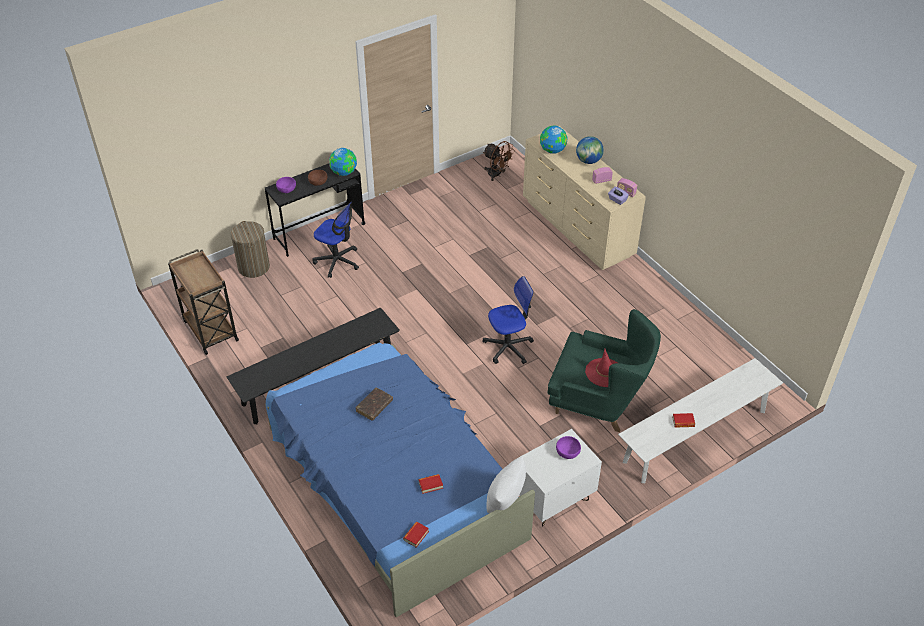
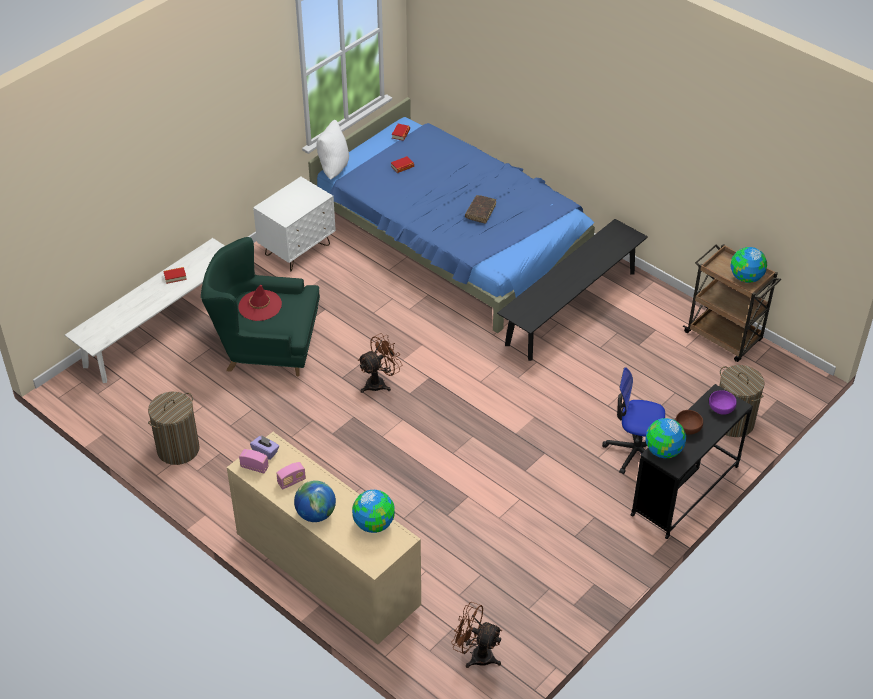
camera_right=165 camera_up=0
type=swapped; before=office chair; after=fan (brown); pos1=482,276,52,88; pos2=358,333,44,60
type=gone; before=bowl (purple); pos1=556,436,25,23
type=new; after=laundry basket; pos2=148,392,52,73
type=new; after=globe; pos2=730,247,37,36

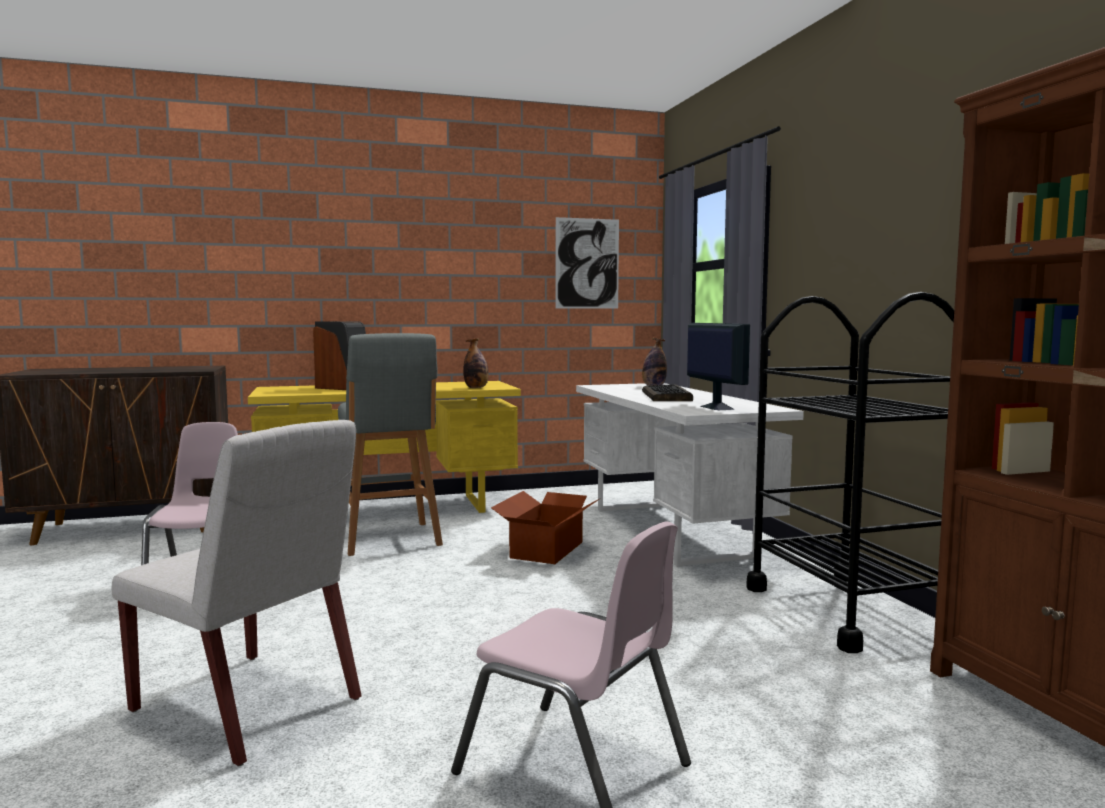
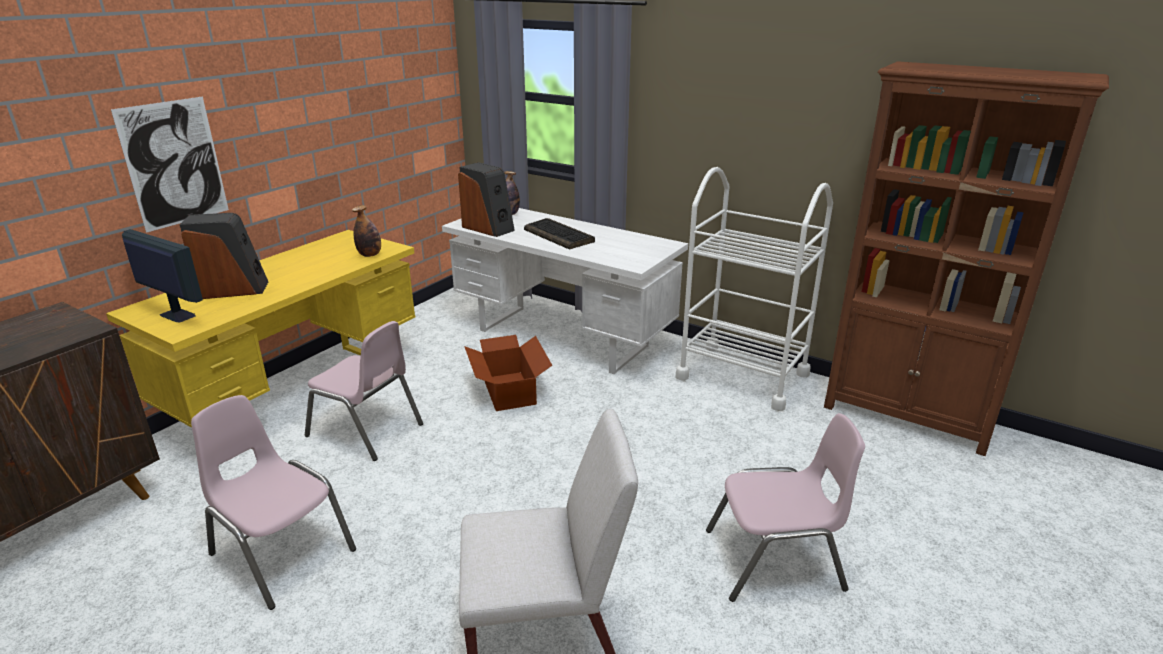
camera_right=-40 camera_up=20
type=swapped; before=stool (grey); after=chair (pink); pos1=338,333,105,223; pos2=305,321,118,140
type=shifted; before=picture; pos1=556,217,63,92; pos2=111,96,118,137
type=shifted; before=monitor; pos1=687,323,63,87; pos2=122,229,81,93
type=repainted; before=cart (black); after=cart (white); pos1=746,292,208,361; pos2=675,167,158,244
type=new; after=speaker; pos2=458,162,57,75

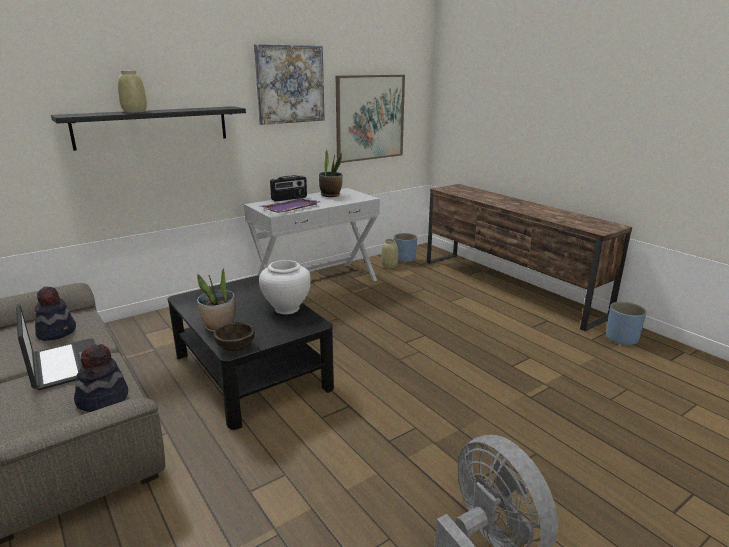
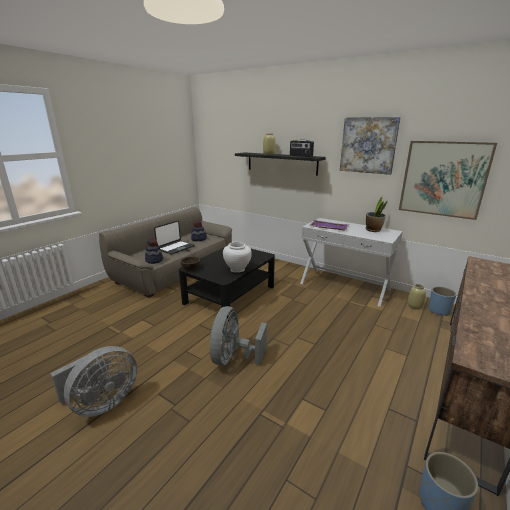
camera_right=70 camera_up=0
type=gone; before=potted plant; pos1=197,267,39,65
type=shifted; before=radio; pos1=270,175,37,27; pos2=290,140,24,17
type=new; after=fan (grey); pos2=210,306,57,60

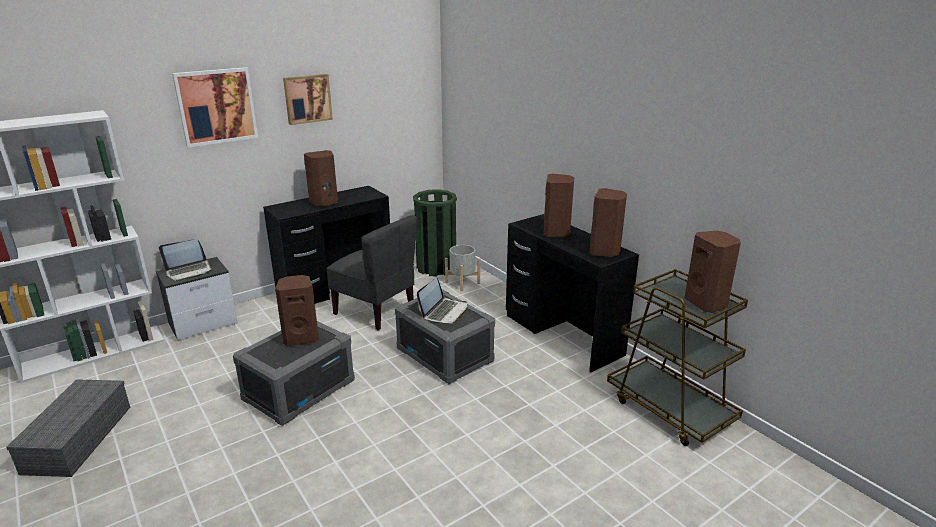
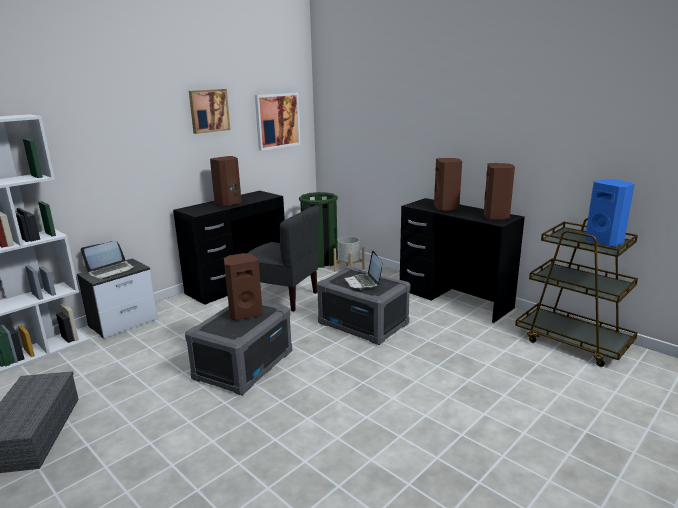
camera_right=-10 camera_up=-5
type=shifted; before=picture; pos1=172,67,86,80; pos2=255,93,46,58
type=rotated; before=laptop; pos1=417,277,50,47; pos2=343,251,39,38; turn=150
type=repainted; before=speaker (brown); after=speaker (blue); pos1=684,231,57,82; pos2=585,179,50,68

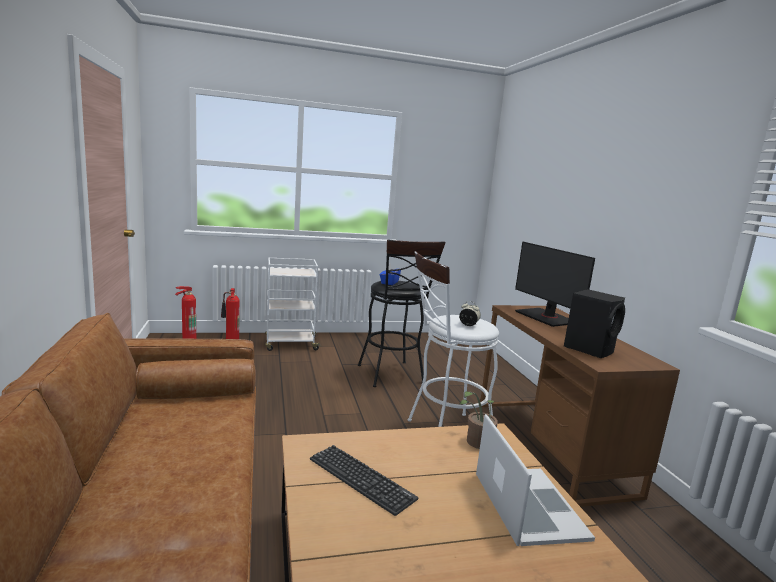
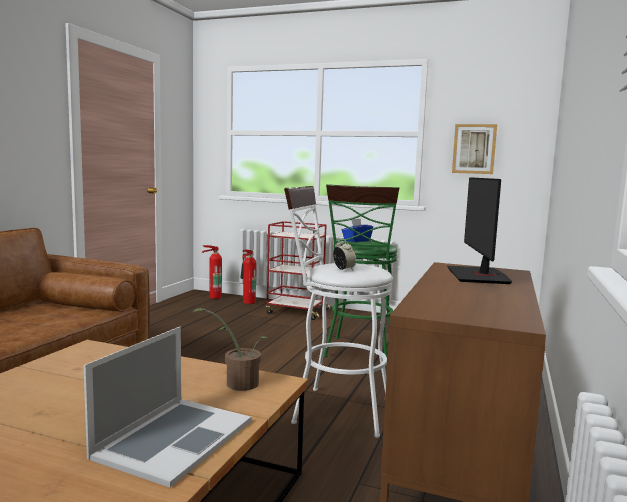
camera_right=35 camera_up=-5
type=repainted; before=cart (white); after=cart (red); pos1=265,258,56,93; pos2=265,221,65,99
type=gone; before=keyboard; pos1=310,445,108,71
type=repainted; before=stool (black); after=stool (green); pos1=358,240,88,147; pos2=324,184,75,181
type=gone; before=speaker (black); pos1=564,289,61,69
type=new; after=picture; pos2=452,124,45,50

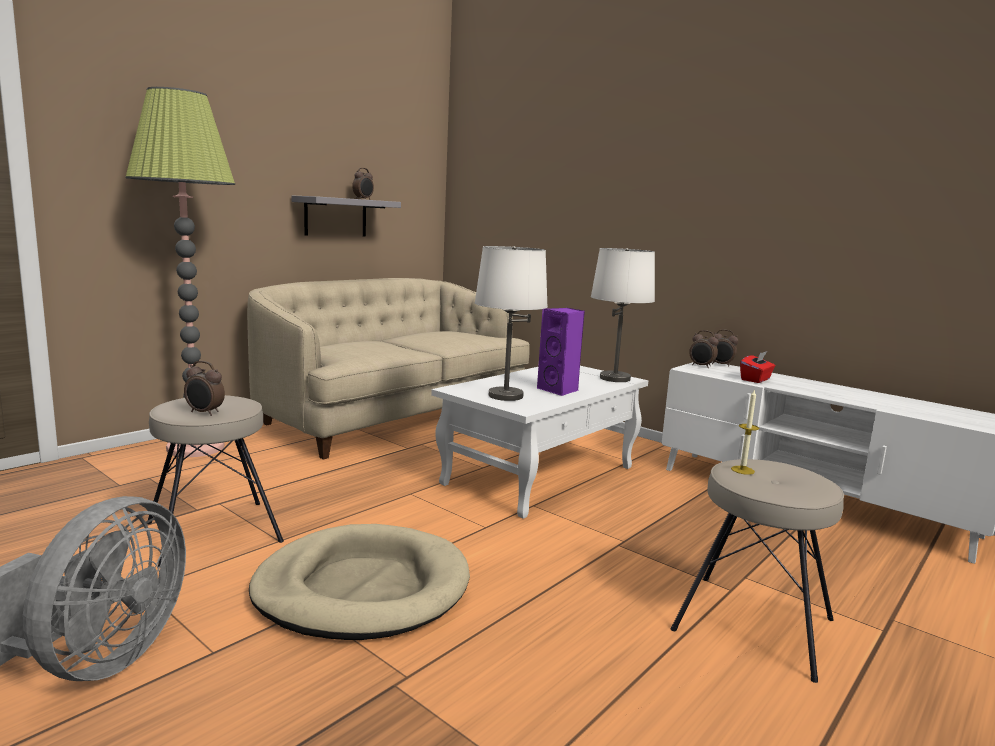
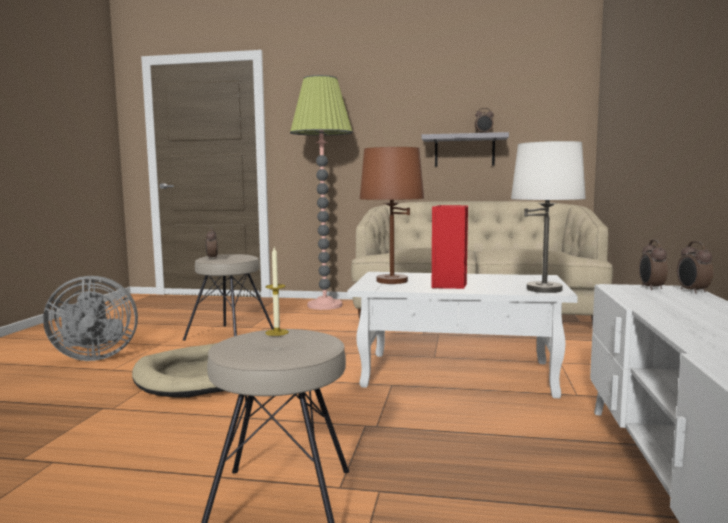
camera_right=60 camera_up=-5
type=repainted; before=table lamp (white); after=table lamp (brown); pos1=475,246,73,155; pos2=360,147,64,137
type=repainted; before=speaker (purple); after=speaker (red); pos1=537,308,48,88; pos2=432,205,36,84
type=gone; before=tissue box (red); pos1=740,352,35,31

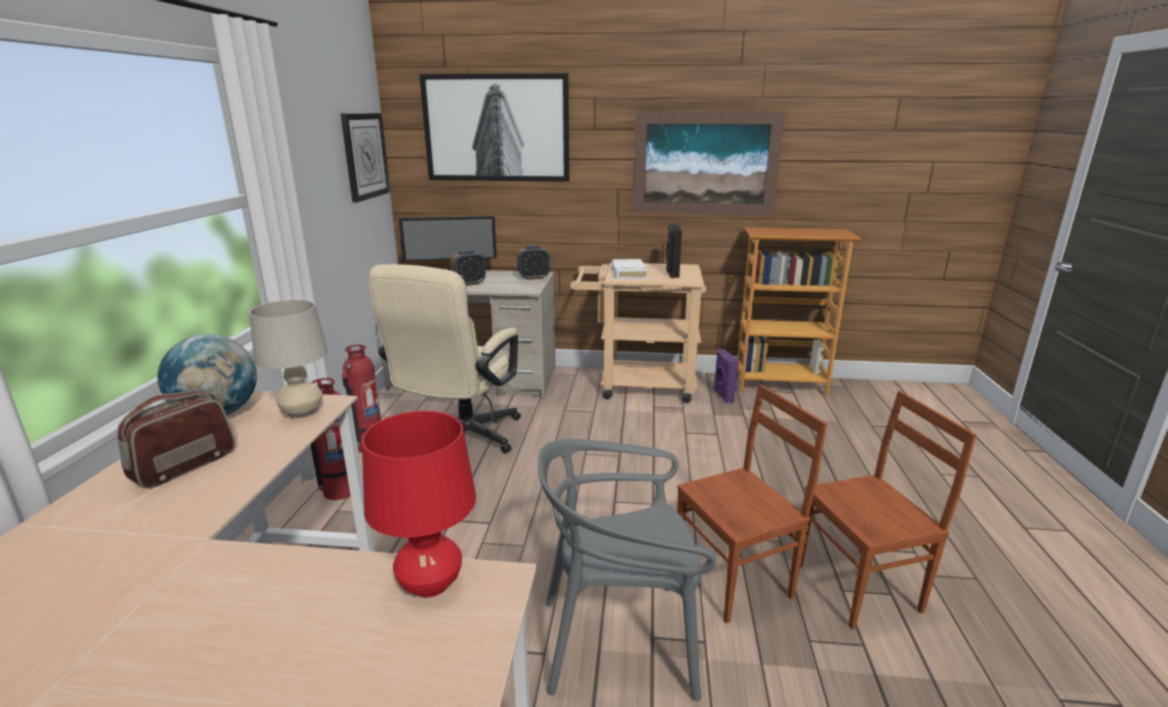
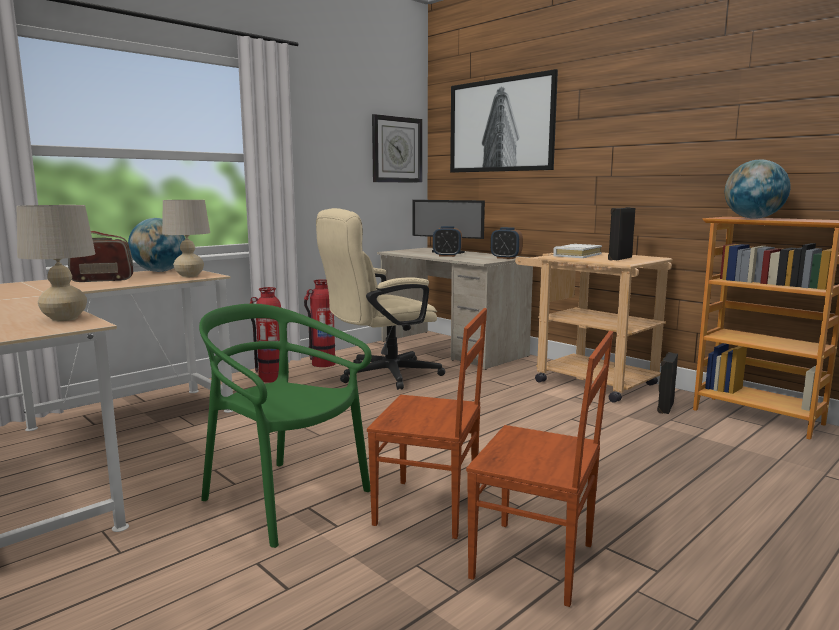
camera_right=40 camera_up=-10
type=repainted; before=table lamp (red); after=table lamp (beige); pos1=362,411,114,187; pos2=17,205,78,116
type=repainted; before=chair (grey); after=chair (green); pos1=538,439,178,262; pos2=199,304,173,244
type=gone; before=picture; pos1=633,112,152,103
type=repainted; before=speaker (purple); after=speaker (black); pos1=714,349,24,54; pos2=657,352,21,62
type=new; after=globe; pos2=725,159,65,60

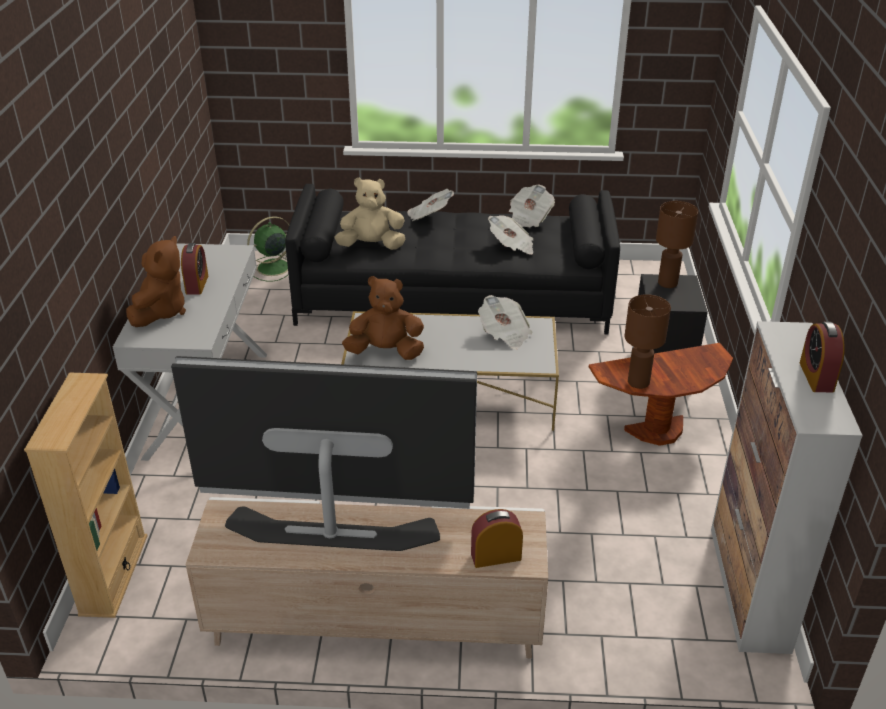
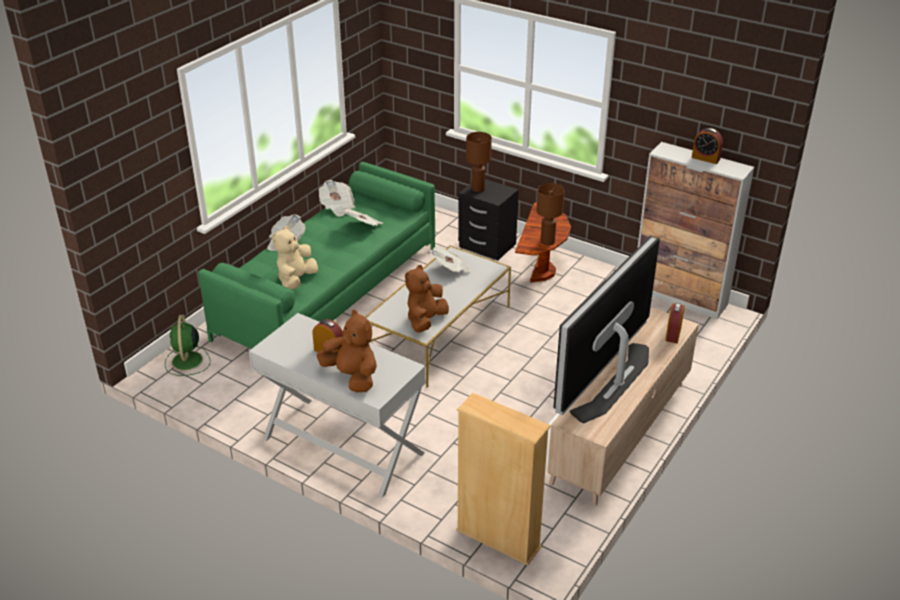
camera_right=-60 camera_up=0
type=repainted; before=sofa (black); after=sofa (green); pos1=285,184,335,151; pos2=198,162,237,187

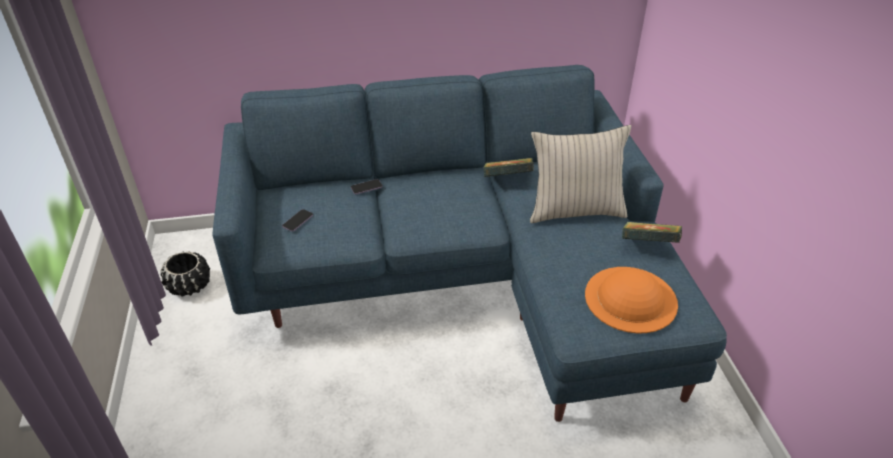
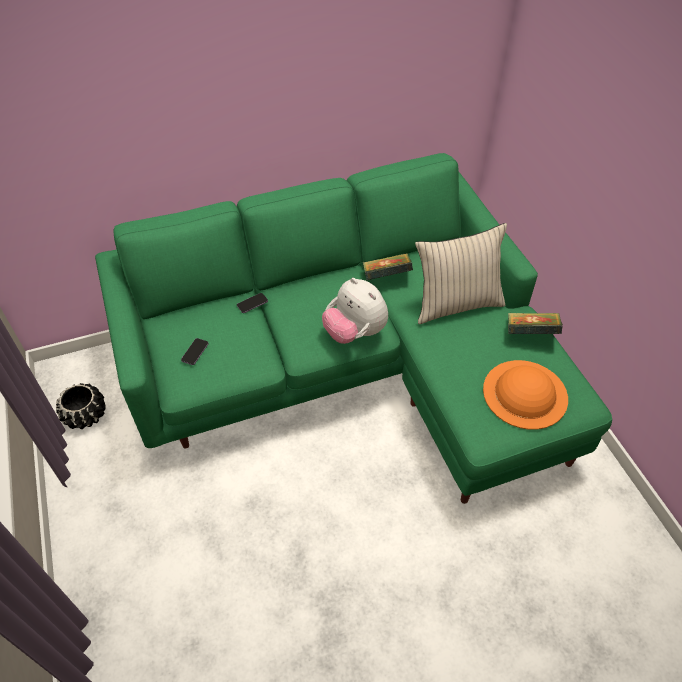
camera_right=-10 camera_up=10
type=repainted; before=sofa (blue); after=sofa (green); pos1=212,65,515,357; pos2=95,153,517,351
type=new; after=plush toy; pos2=322,278,66,66

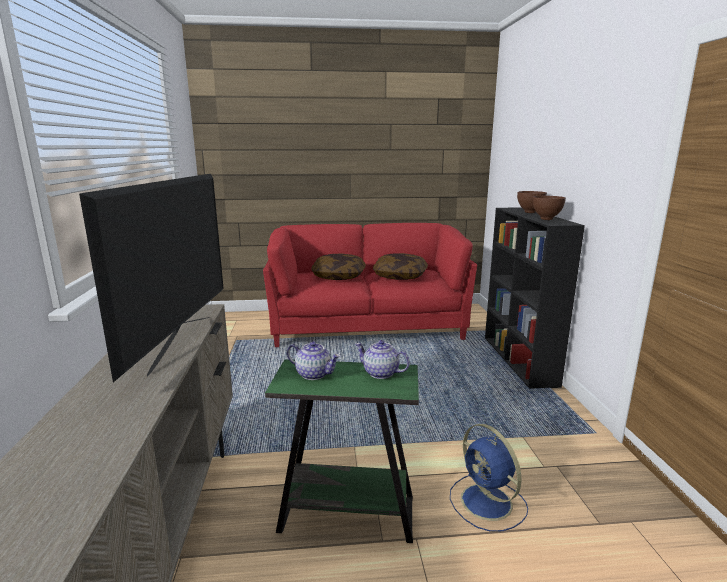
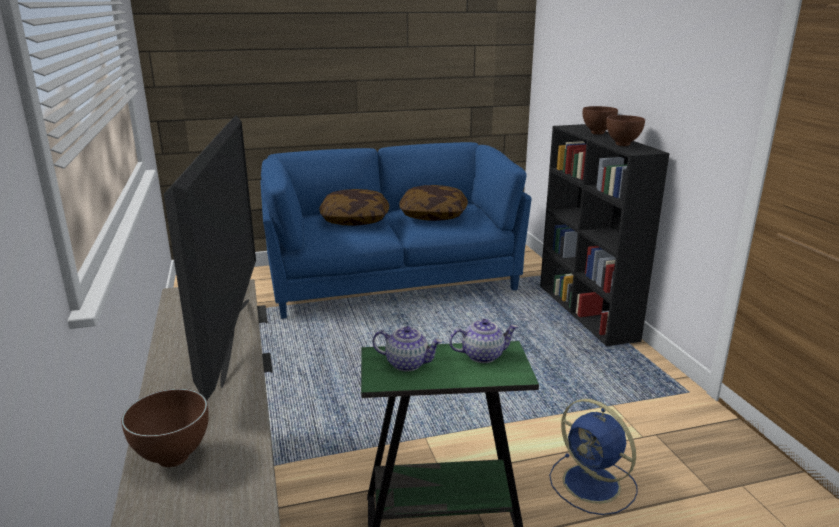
camera_right=-10 camera_up=5
type=repainted; before=sofa (red); after=sofa (blue); pos1=263,223,214,124; pos2=260,142,271,177
type=rotated; before=teapot; pos1=355,340,55,39; pos2=449,319,69,44; turn=150
type=new; after=bowl (brown); pos2=121,389,87,78

